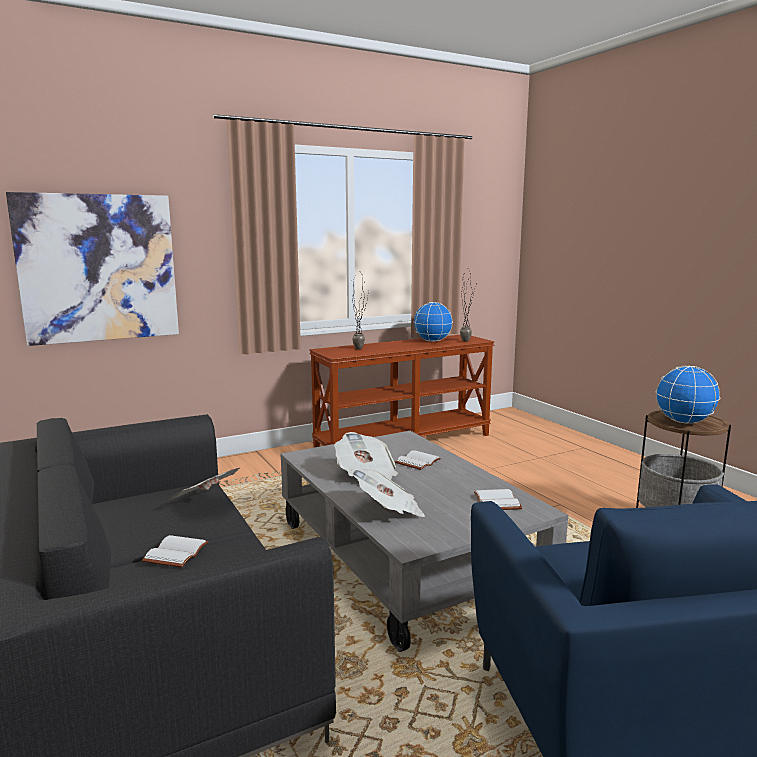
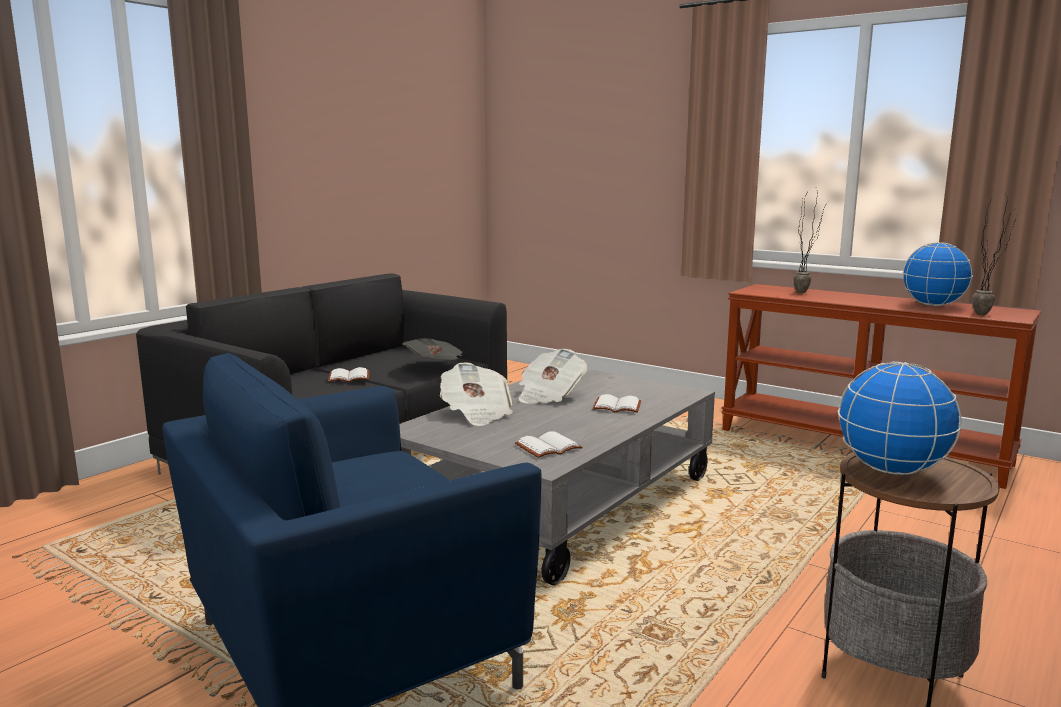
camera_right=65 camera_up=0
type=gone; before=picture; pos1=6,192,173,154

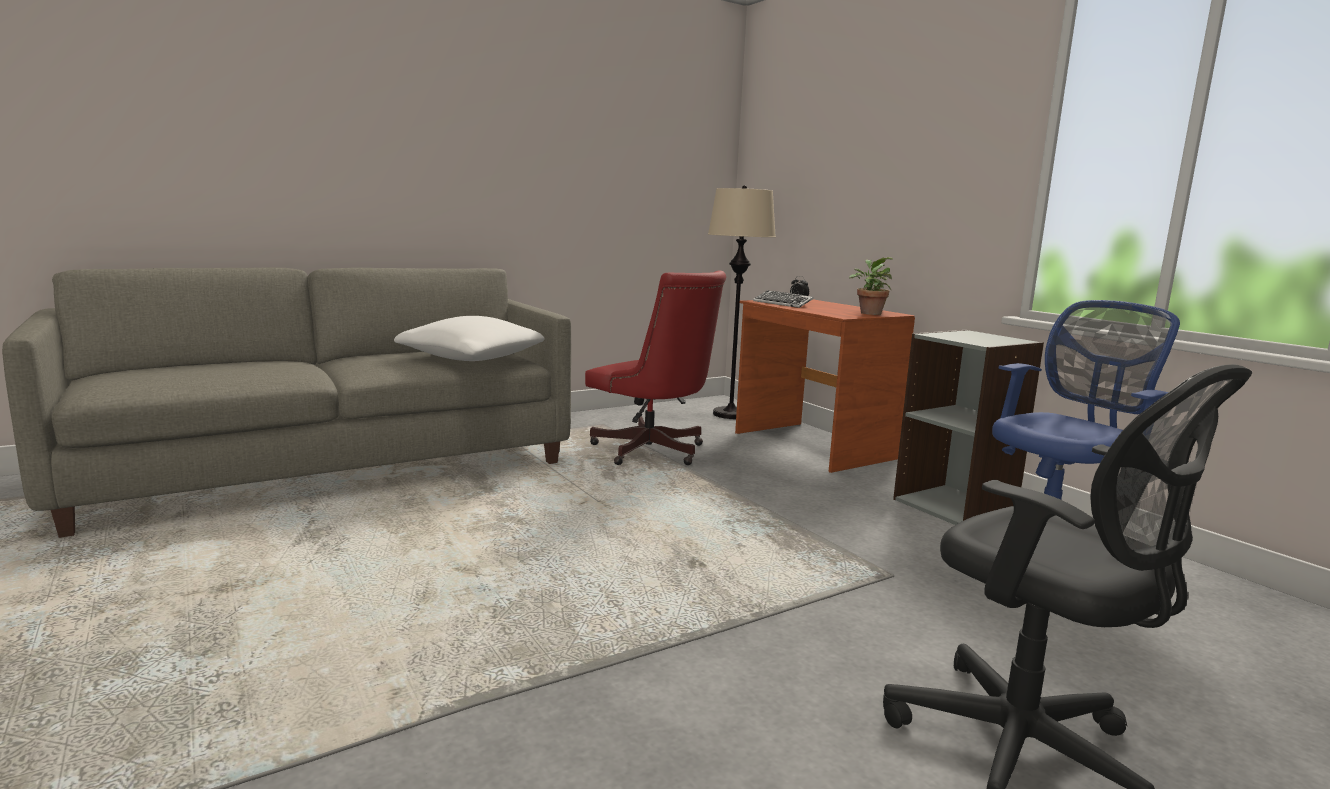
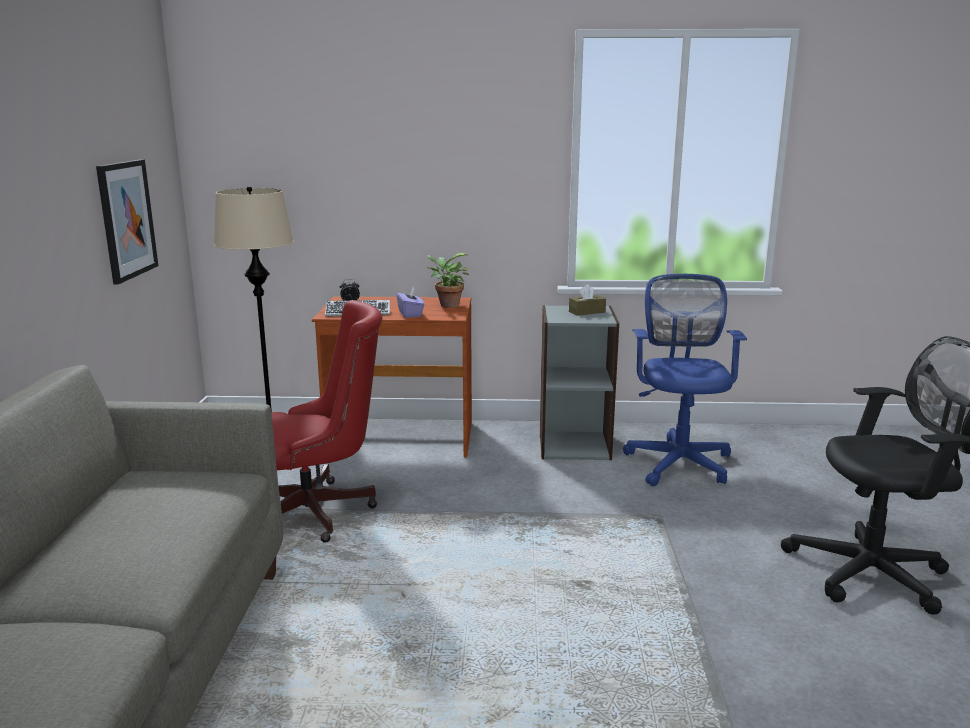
camera_right=-55 camera_up=5
type=gone; before=pillow (white); pos1=394,316,150,45
type=new; after=picture; pos2=96,159,62,125
type=new; after=tissue box (purple); pos2=397,287,27,31
type=new; after=tissue box (brown); pos2=569,284,37,32

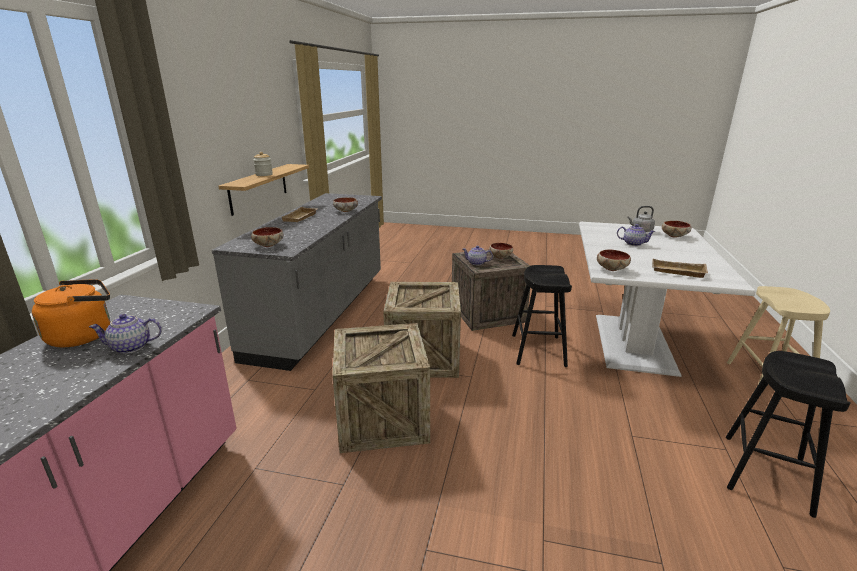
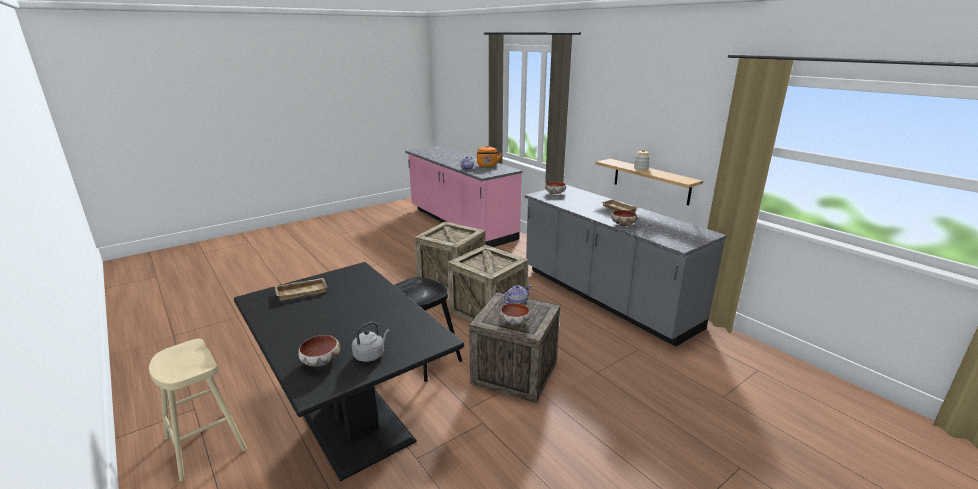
camera_right=130 camera_up=0
type=repainted; before=dining table (white); after=dining table (black); pos1=579,222,177,155; pos2=234,262,230,219
type=gone; before=bowl; pos1=597,249,34,22
type=gone; before=teapot; pos1=617,224,38,22
type=gone; before=stool (black); pos1=726,351,125,167

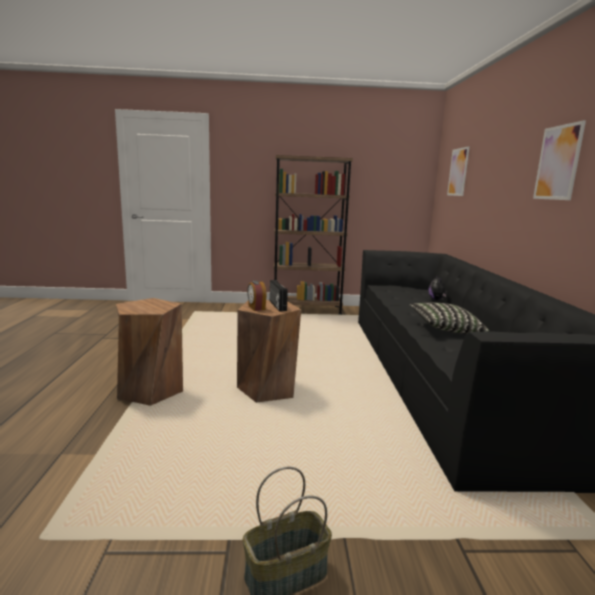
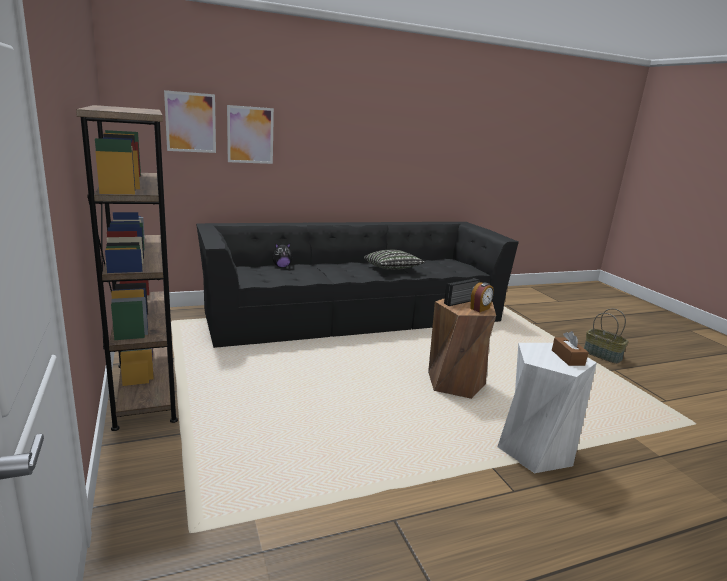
camera_right=-110 camera_up=5
type=repainted; before=stool (brown); after=stool (white); pos1=116,298,67,108; pos2=497,343,100,130
type=shifted; before=picture; pos1=533,120,53,80; pos2=227,105,47,59
type=new; after=tissue box (brown); pos2=552,331,37,35

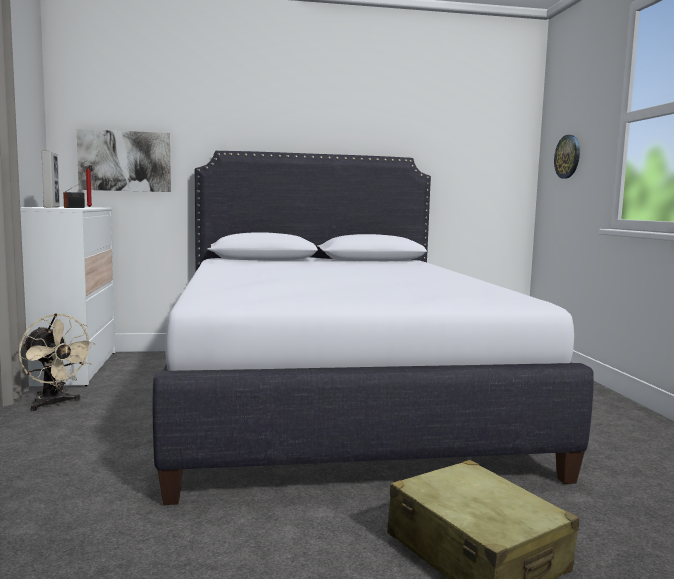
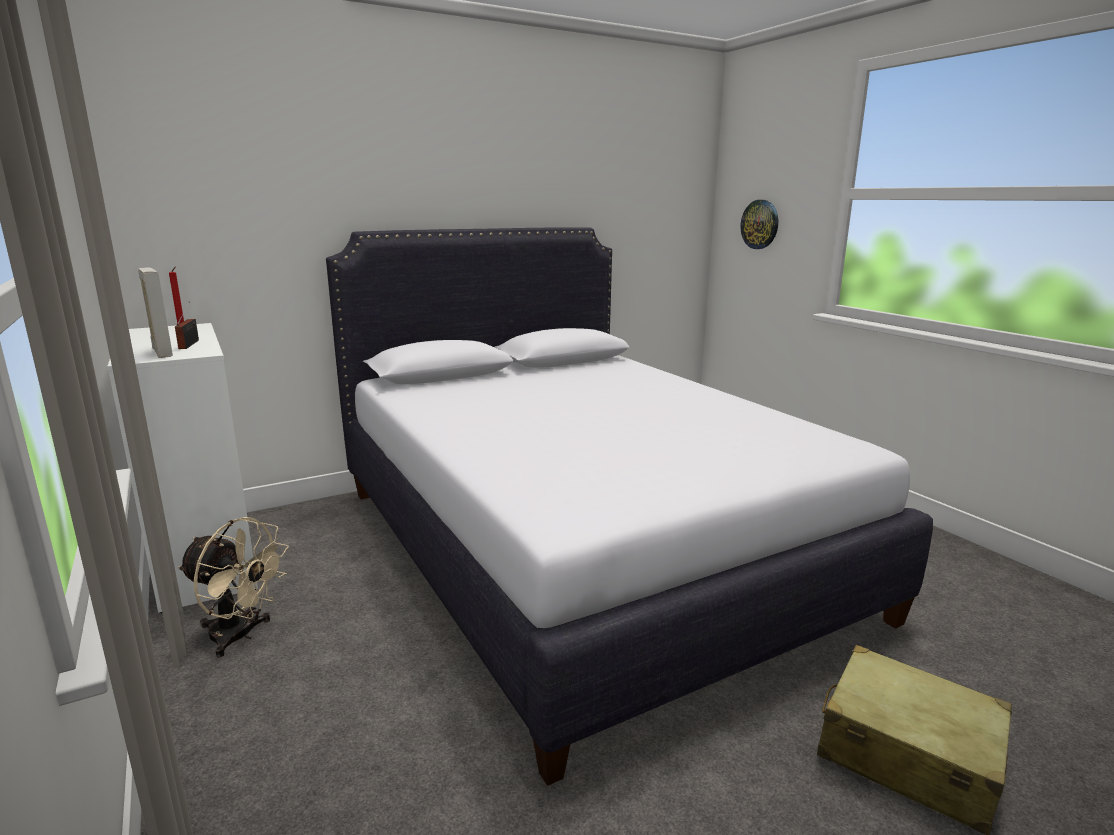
camera_right=-20 camera_up=10
type=gone; before=picture; pos1=77,129,94,63

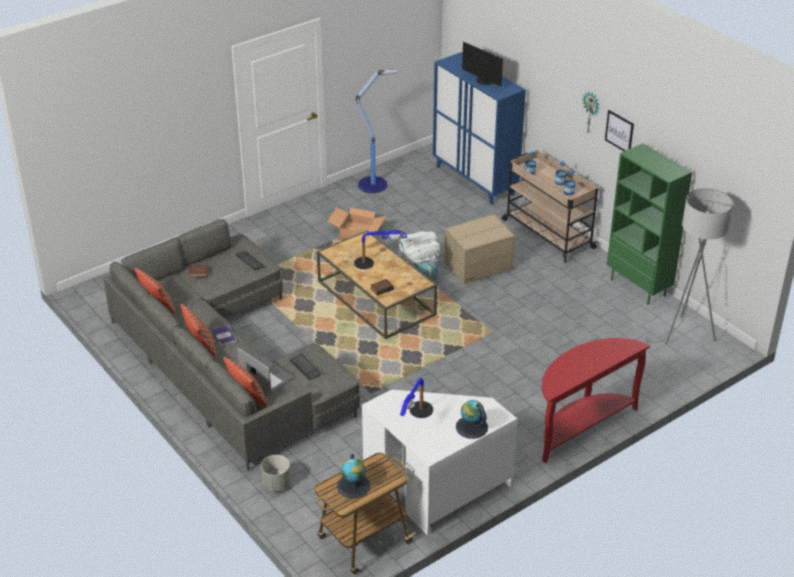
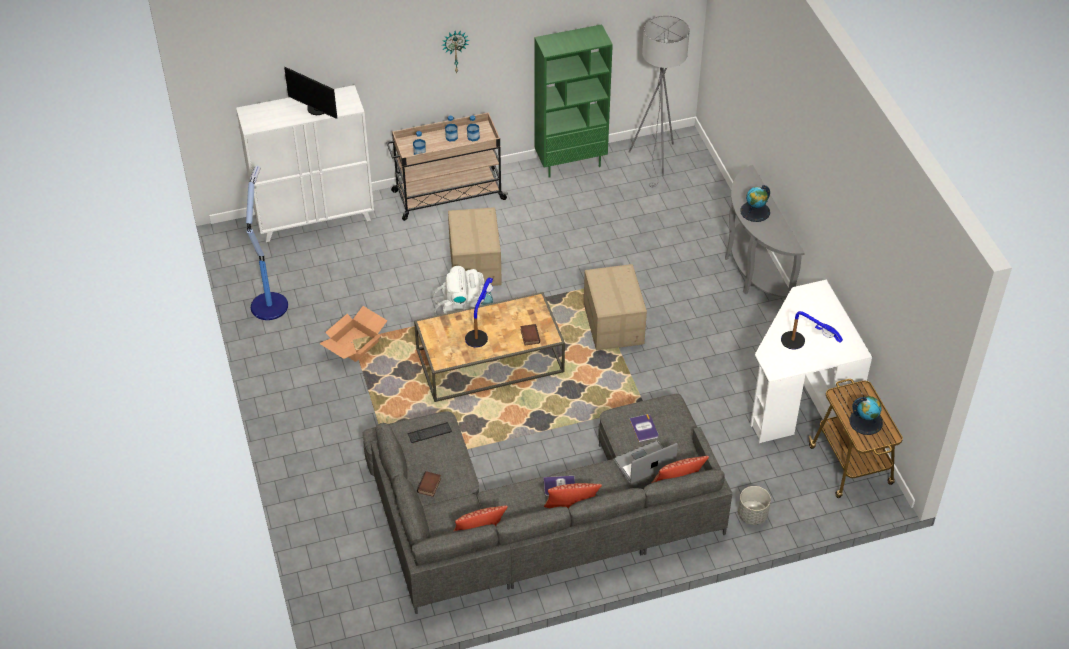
camera_right=-70 camera_up=10
type=swapped; before=keyboard; after=book; pos1=290,353,31,27; pos2=629,414,30,28
type=repainted; before=cabinet (blue); after=cabinet (white); pos1=433,52,93,153; pos2=236,85,138,157
type=shifted; before=globe; pos1=456,400,32,39; pos2=741,185,29,37
type=rotated; before=monitor; pos1=462,42,41,44; pos2=284,67,53,52; turn=60
type=repainted; before=console table (red); after=console table (grey); pos1=542,338,108,125; pos2=725,165,79,133
type=gone; before=picture; pos1=605,110,29,41
type=new; after=cardboard box; pos2=584,264,63,86

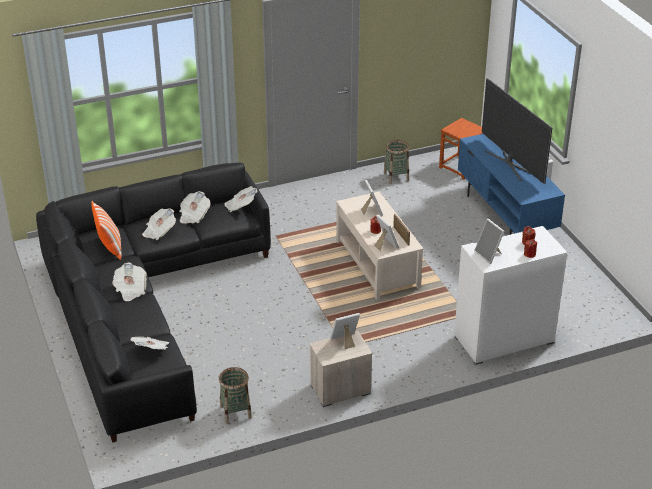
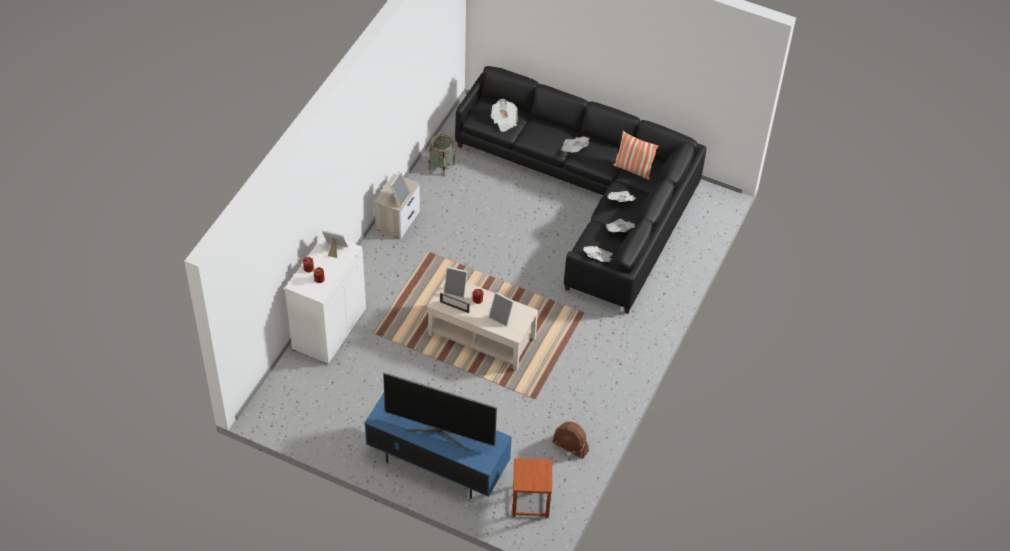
camera_right=135 camera_up=15
type=swapped; before=basket; after=fan (brown); pos1=384,140,25,44; pos2=552,422,37,37

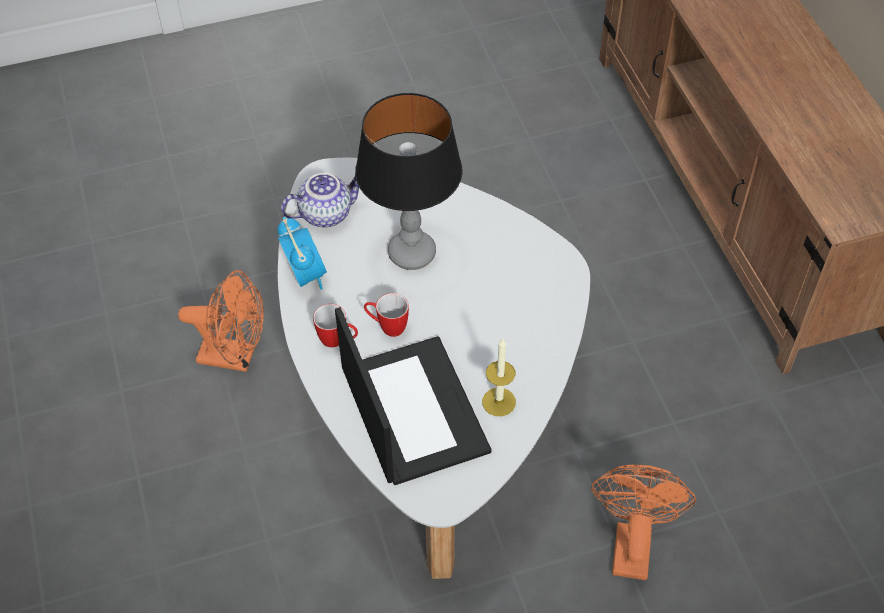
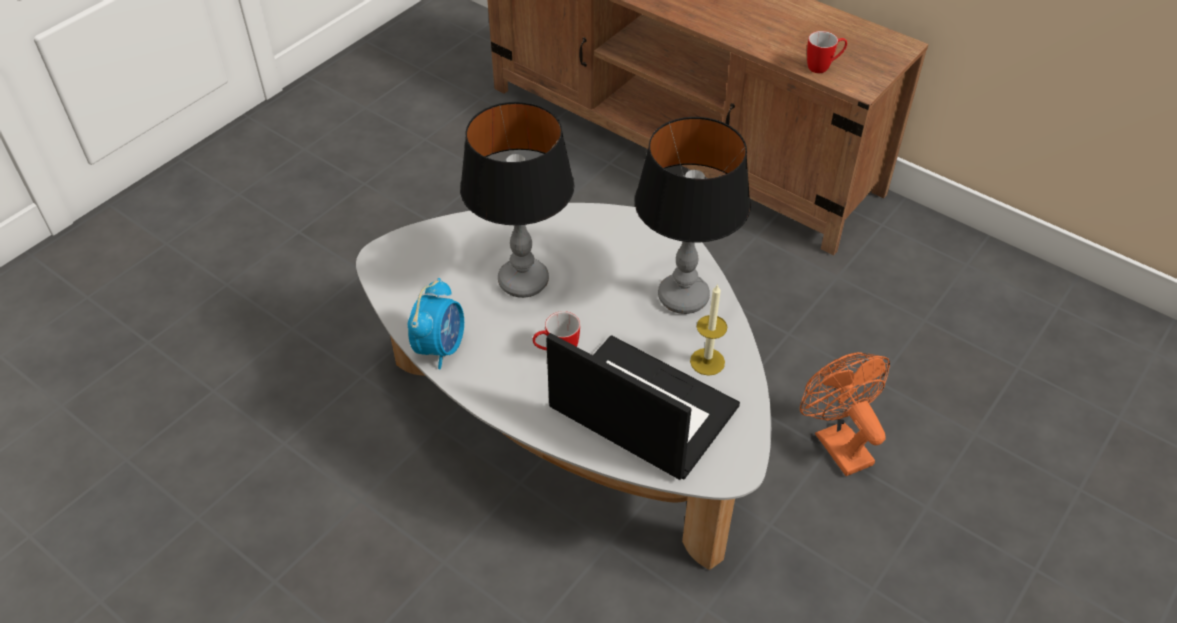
camera_right=-35 camera_up=-5
type=gone; before=fan (orange); pos1=178,270,86,102
type=rotated; before=alarm clock; pos1=277,217,50,73; pos2=408,278,56,91; turn=75
type=gone; before=teapot; pos1=281,173,78,55
type=shifted; before=mug; pos1=313,304,45,44; pos2=807,31,40,42
type=new; after=table lamp; pos2=635,117,116,197

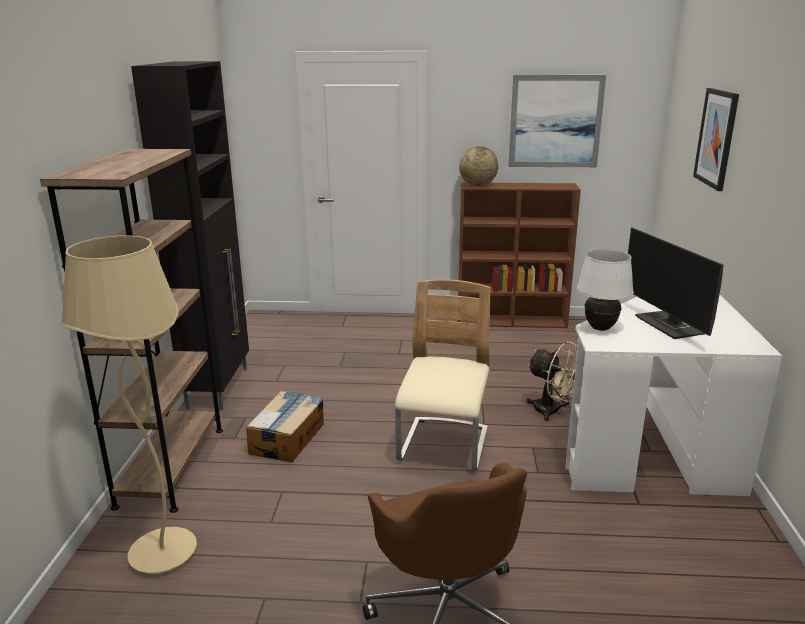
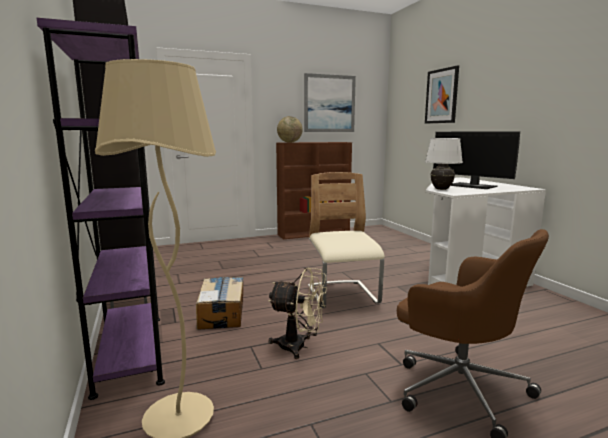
camera_right=-25 camera_up=-10
type=repainted; before=bookcase (brown); after=bookcase (purple); pos1=40,149,183,364; pos2=37,18,128,382
type=shifted; before=fan (beige); pos1=526,341,51,80; pos2=268,268,59,91

